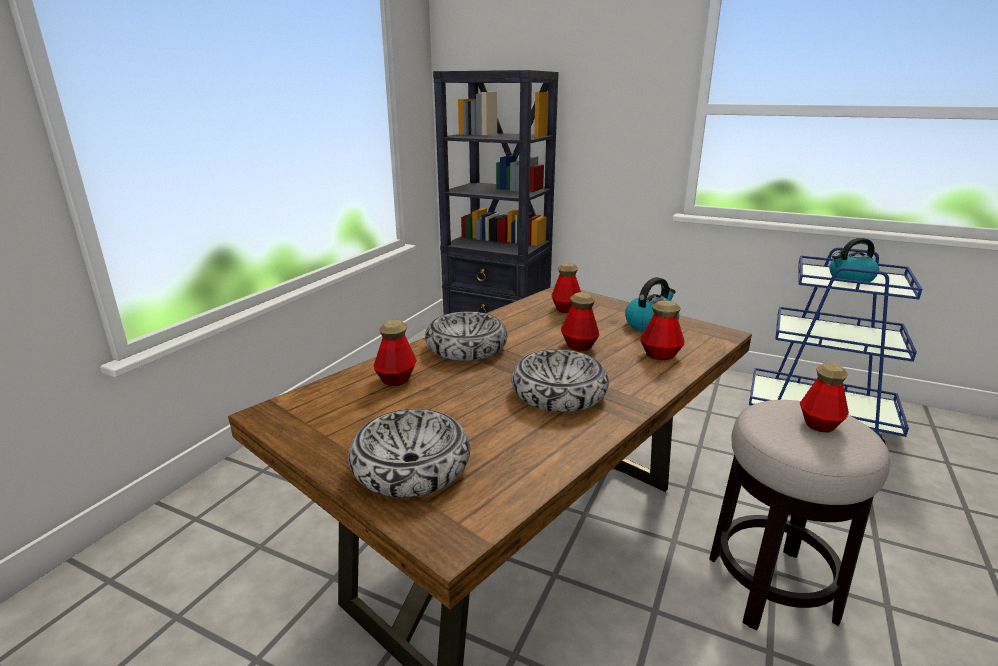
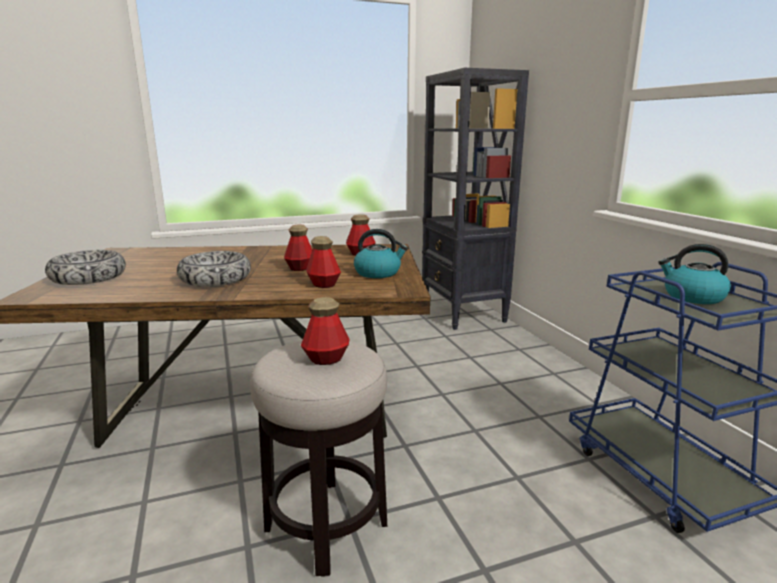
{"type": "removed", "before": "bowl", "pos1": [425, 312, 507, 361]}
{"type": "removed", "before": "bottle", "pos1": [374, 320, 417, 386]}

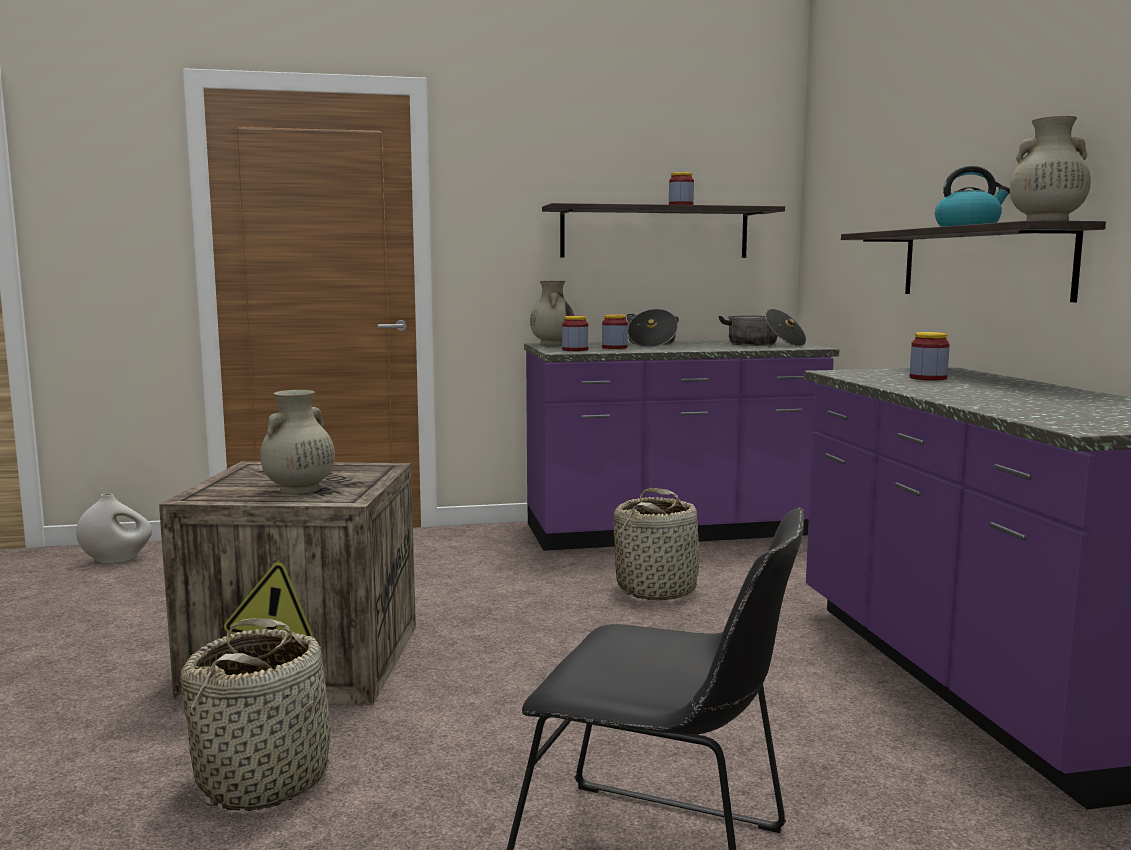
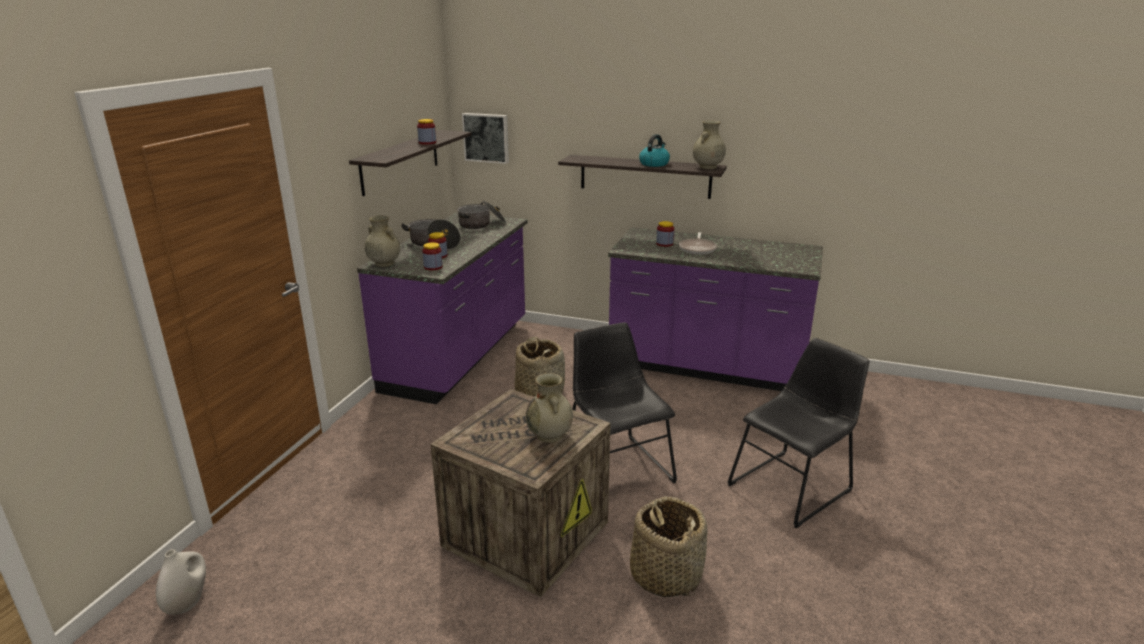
{"type": "added", "after": "picture", "pos2": [462, 113, 509, 164]}
{"type": "added", "after": "frying pan", "pos2": [679, 232, 717, 255]}
{"type": "added", "after": "chair (black)", "pos2": [572, 322, 677, 502]}

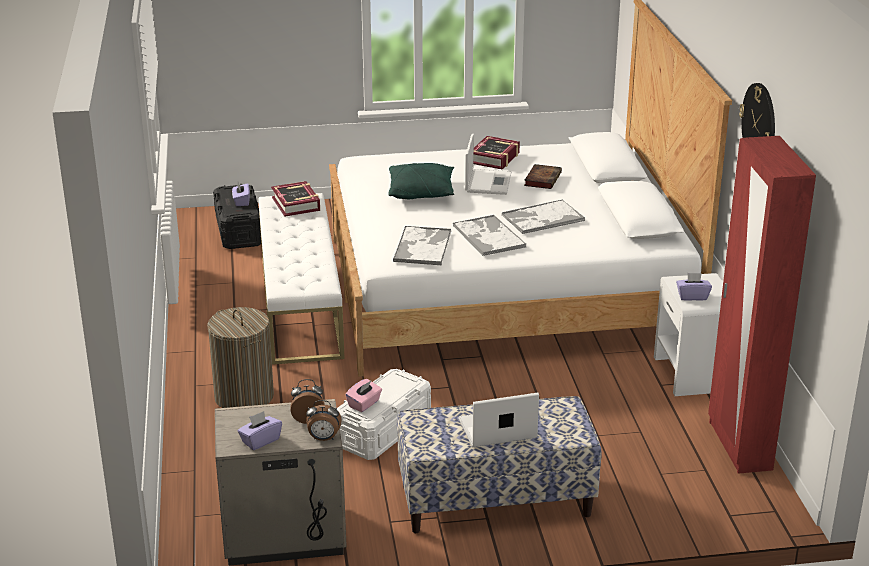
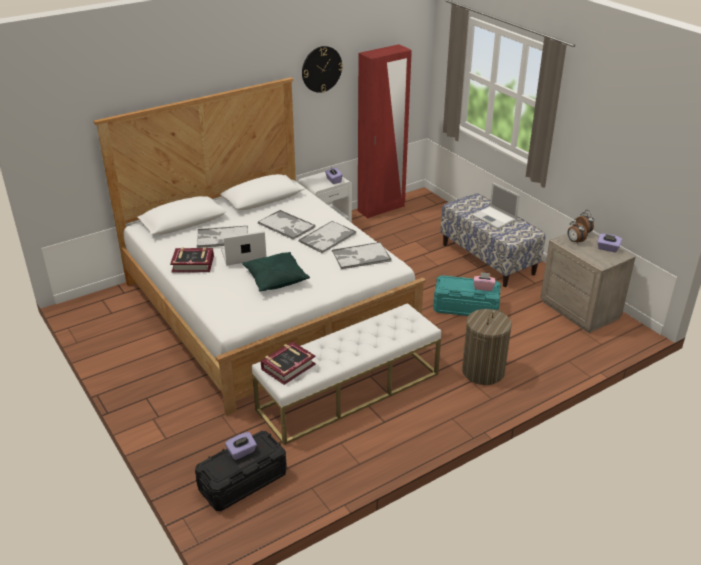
{"type": "replaced", "before": "book", "after": "tray", "pos1": [524, 164, 562, 189], "pos2": [197, 226, 248, 248]}
{"type": "recoloured", "before": "storage box (white)", "after": "storage box (turquoise)", "pos1": [337, 369, 431, 460], "pos2": [433, 275, 501, 316]}

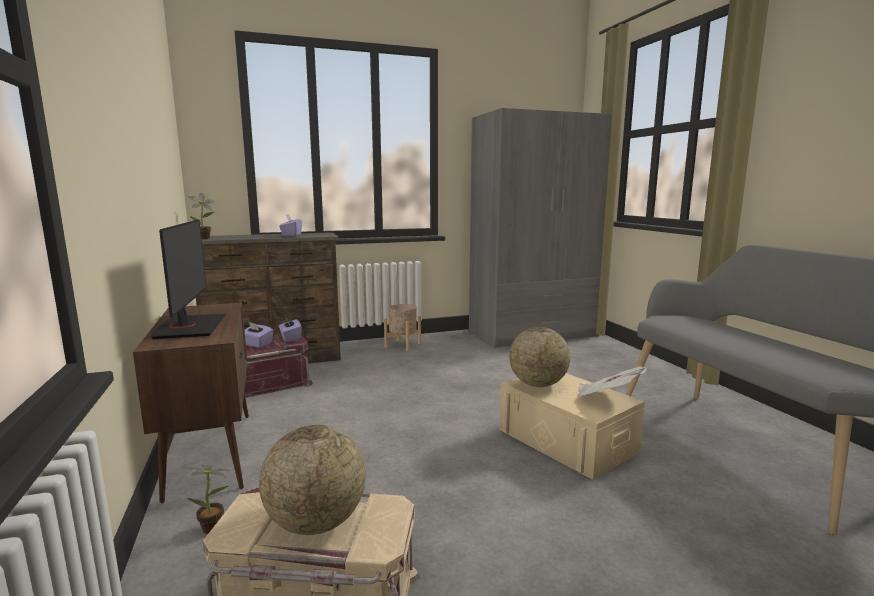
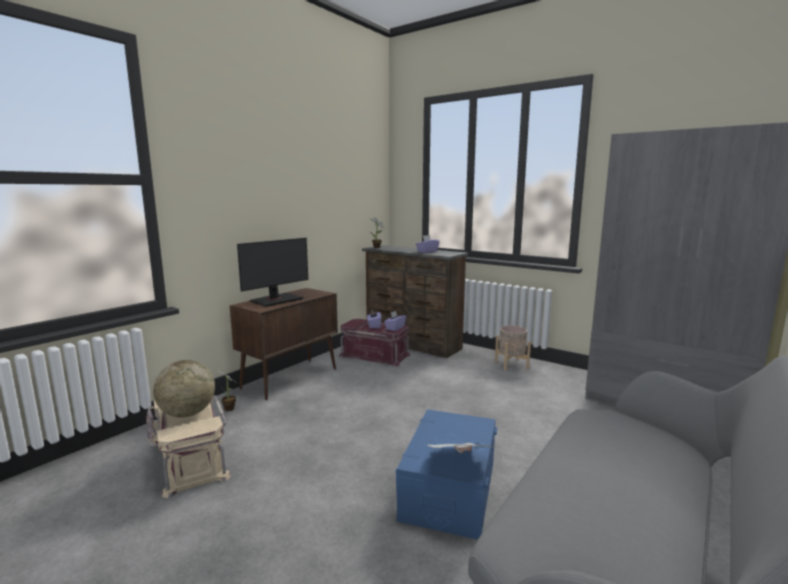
{"type": "removed", "before": "globe", "pos1": [509, 327, 570, 387]}
{"type": "recoloured", "before": "storage box (beige)", "after": "storage box (blue)", "pos1": [500, 373, 645, 480], "pos2": [396, 409, 498, 540]}

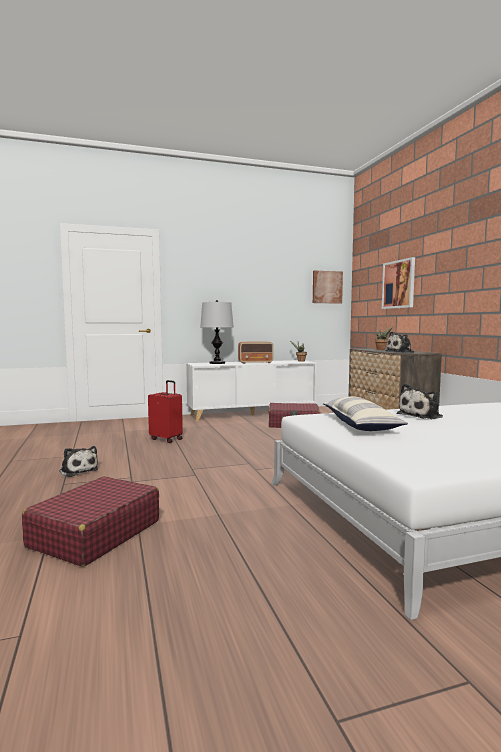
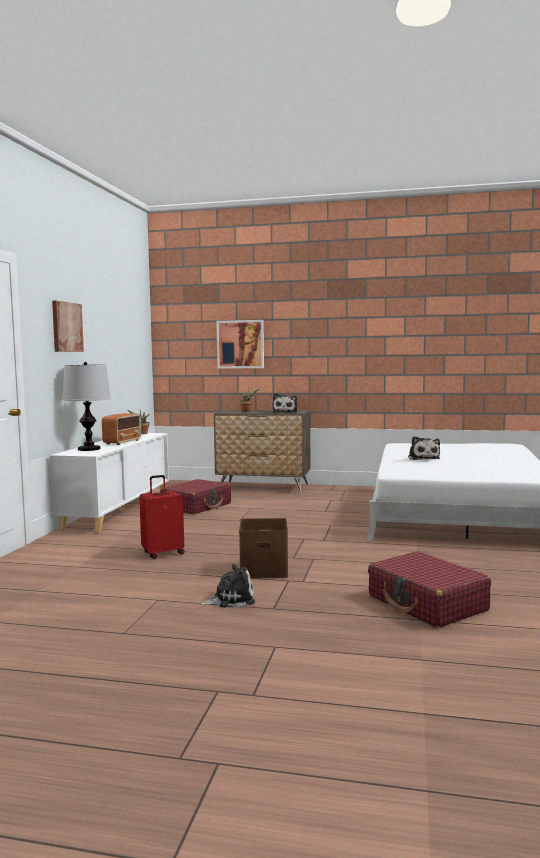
{"type": "moved", "before": "picture", "pos1": [313, 270, 343, 304], "pos2": [52, 301, 84, 352]}
{"type": "removed", "before": "pillow", "pos1": [323, 396, 408, 431]}
{"type": "added", "after": "storage box (brown)", "pos2": [239, 518, 288, 579]}

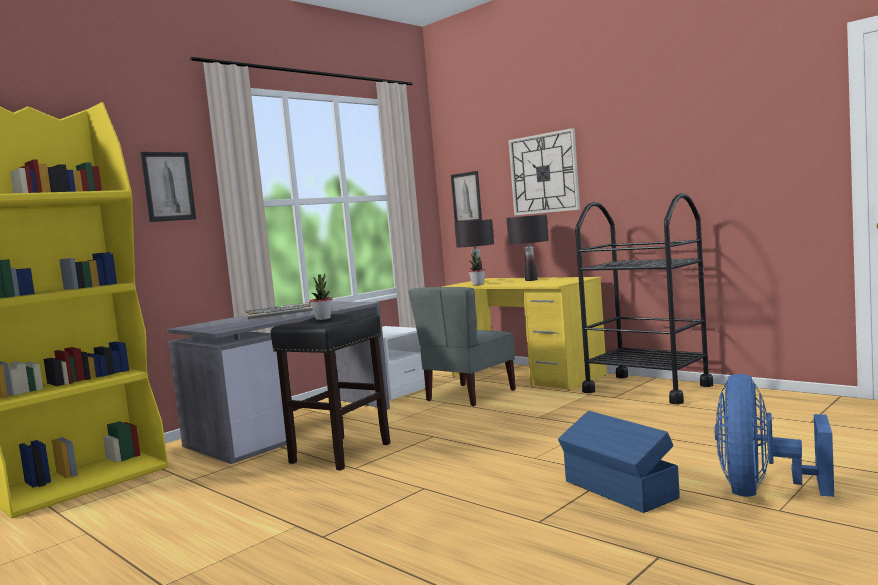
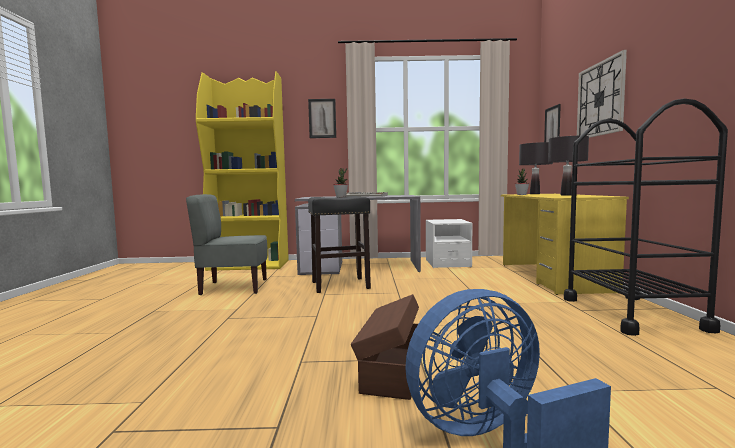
{"type": "moved", "before": "chair (grey)", "pos1": [408, 287, 516, 407], "pos2": [186, 194, 267, 295]}
{"type": "recoloured", "before": "storage box (blue)", "after": "storage box (brown)", "pos1": [558, 411, 680, 513], "pos2": [351, 294, 419, 400]}

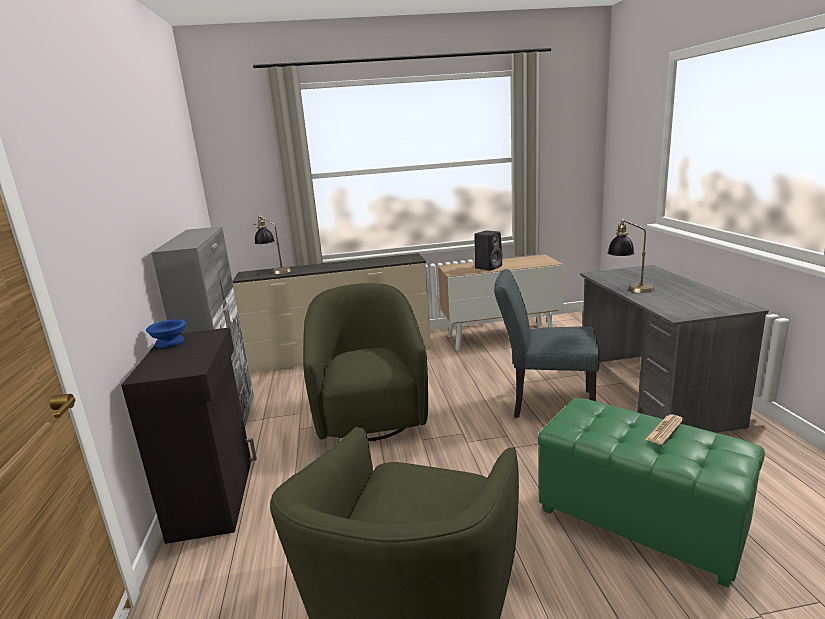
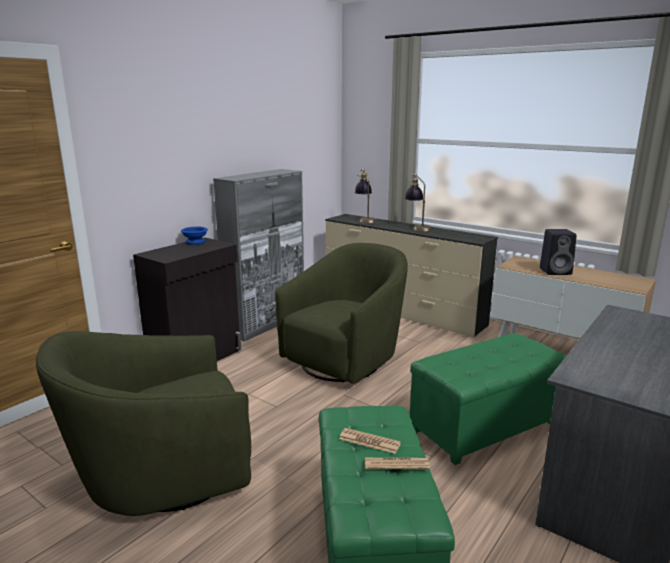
{"type": "moved", "before": "table lamp", "pos1": [607, 219, 654, 293], "pos2": [405, 174, 431, 231]}
{"type": "replaced", "before": "chair (grey)", "after": "ottoman (green)", "pos1": [494, 269, 600, 418], "pos2": [410, 333, 566, 465]}
{"type": "added", "after": "newspaper", "pos2": [339, 428, 401, 454]}

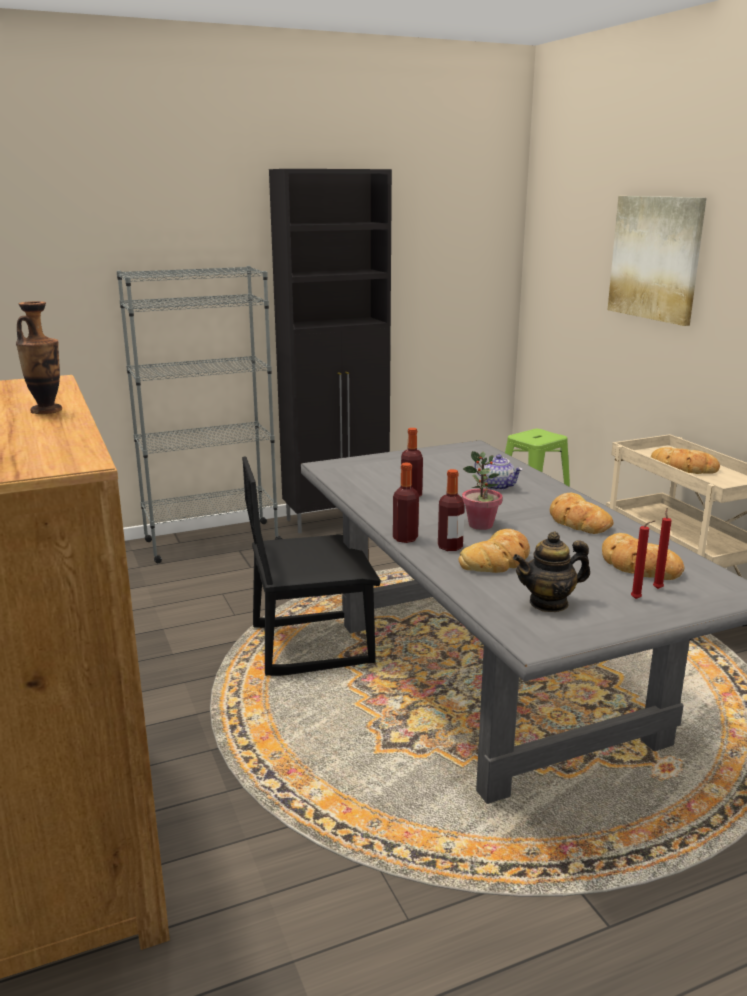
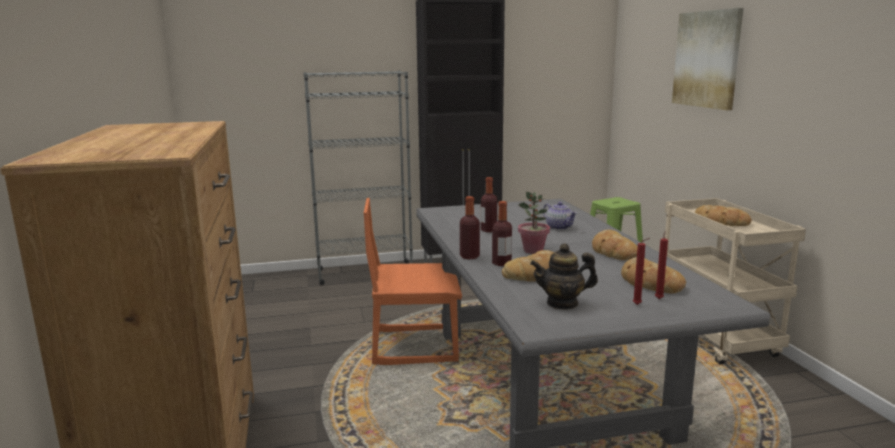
{"type": "removed", "before": "vase", "pos1": [16, 301, 62, 414]}
{"type": "recoloured", "before": "chair (black)", "after": "chair (orange)", "pos1": [242, 456, 381, 676], "pos2": [364, 198, 462, 365]}

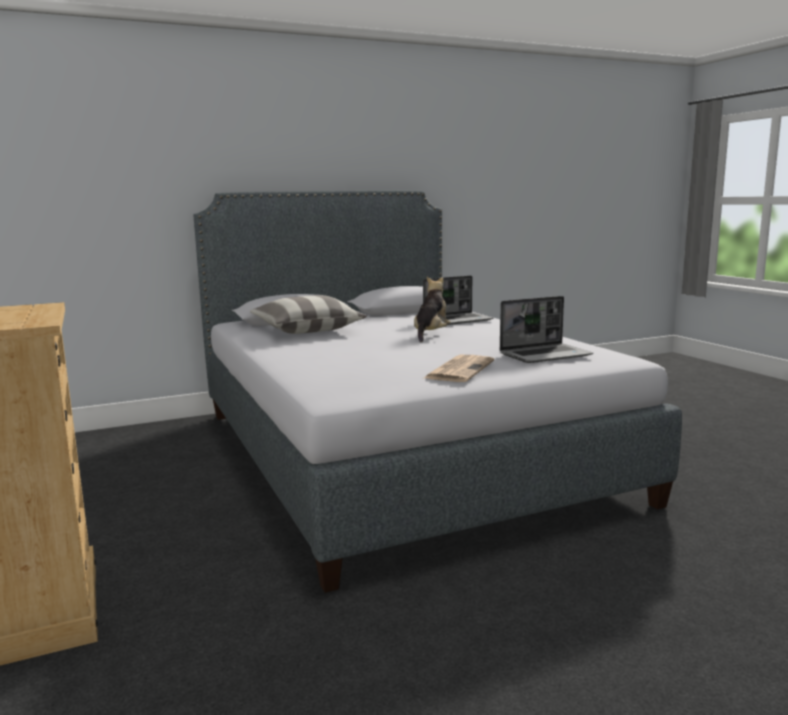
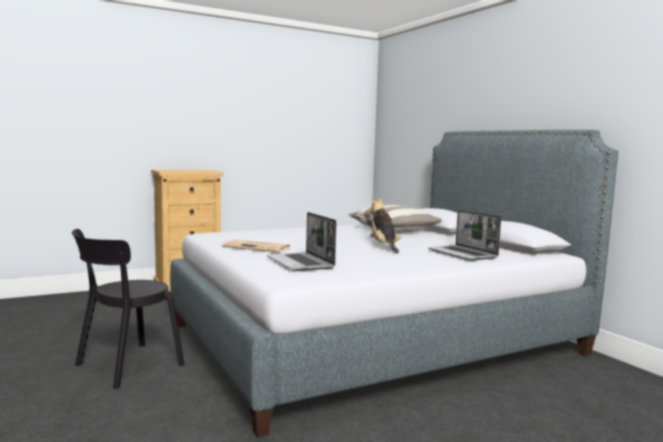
{"type": "turned", "before": "plush toy", "pos1": [414, 277, 451, 342], "pos2": [369, 198, 401, 253], "turn": -120}
{"type": "added", "after": "chair (black)", "pos2": [71, 229, 184, 389]}

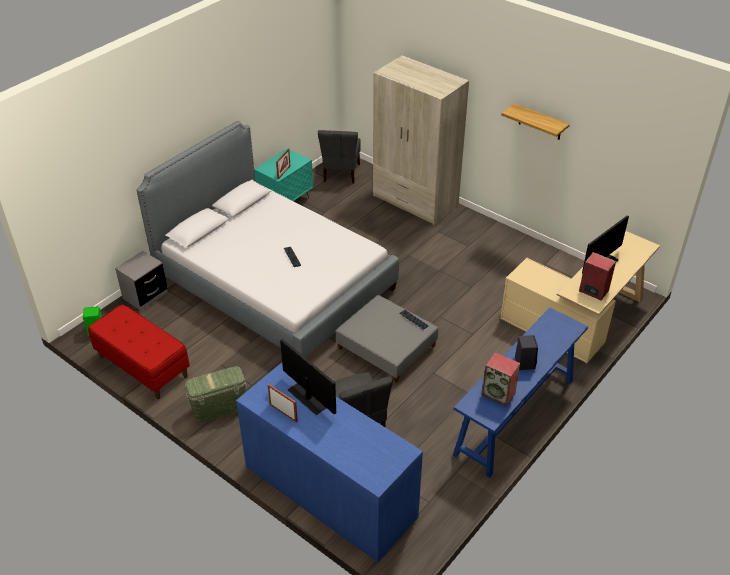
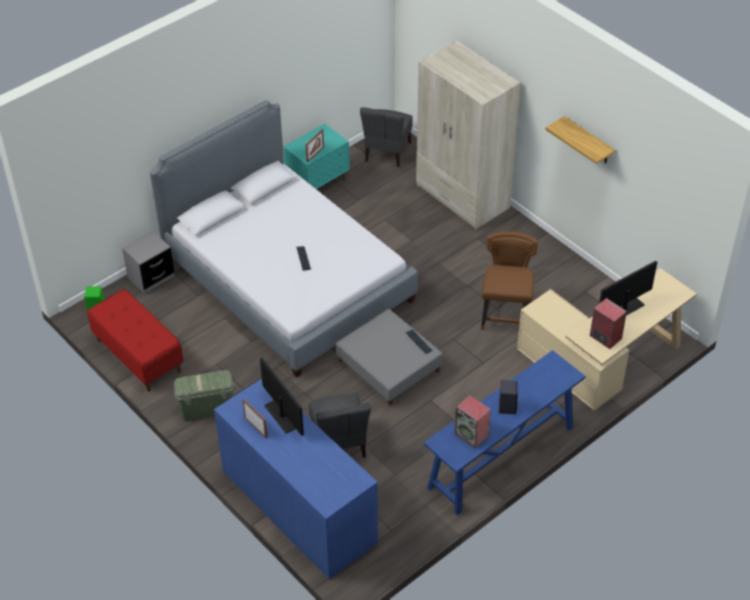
{"type": "added", "after": "chair (brown)", "pos2": [481, 231, 538, 330]}

